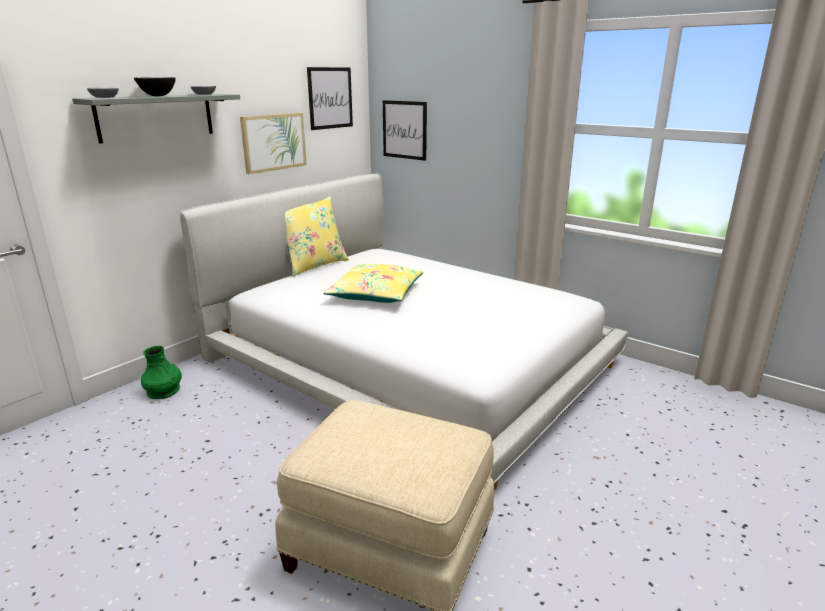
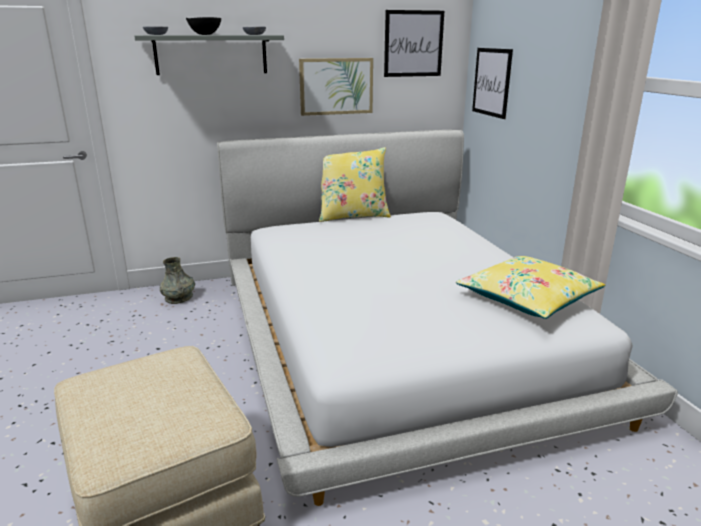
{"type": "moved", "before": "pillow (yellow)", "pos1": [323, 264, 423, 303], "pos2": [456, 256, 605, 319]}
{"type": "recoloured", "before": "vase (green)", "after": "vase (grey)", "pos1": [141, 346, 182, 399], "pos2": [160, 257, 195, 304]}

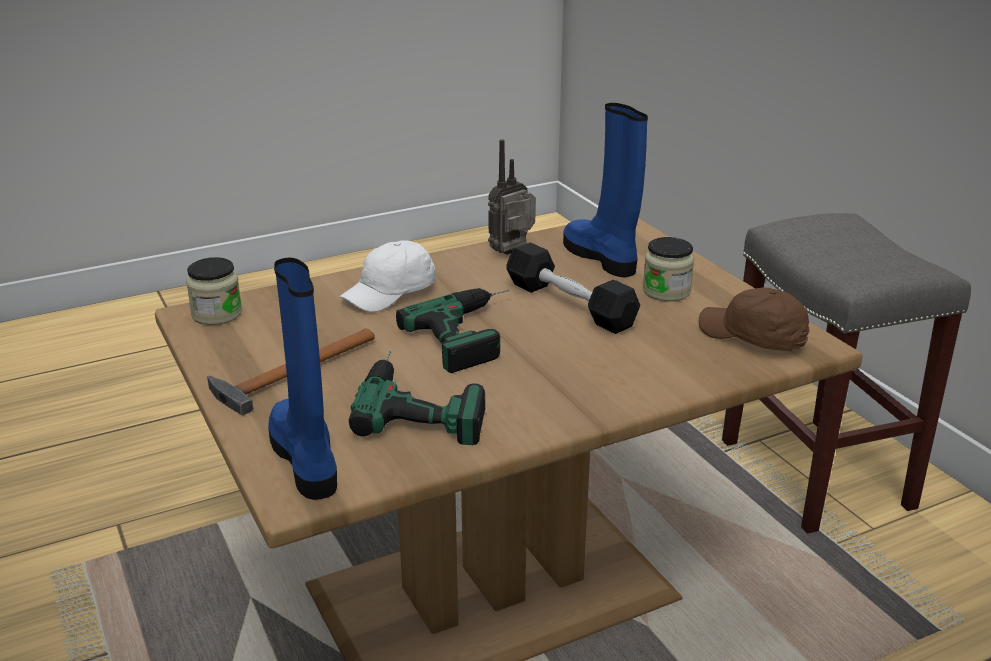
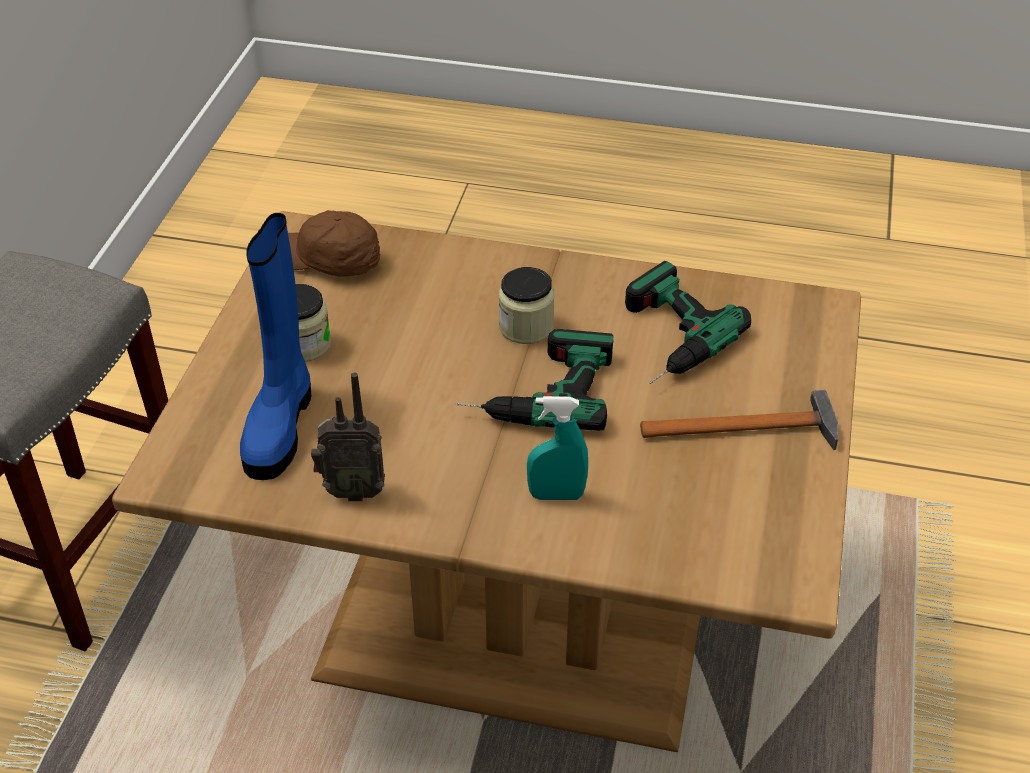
{"type": "replaced", "before": "cap (white)", "after": "spray bottle (turquoise)", "pos1": [339, 240, 435, 313], "pos2": [527, 396, 588, 500]}
{"type": "removed", "before": "dumbbell (black)", "pos1": [506, 243, 640, 334]}
{"type": "moved", "before": "jar", "pos1": [186, 257, 242, 325], "pos2": [499, 267, 554, 344]}
{"type": "removed", "before": "boot (blue)", "pos1": [268, 257, 337, 500]}
{"type": "turned", "before": "cap (brown)", "pos1": [699, 287, 810, 351], "pos2": [288, 210, 380, 277], "turn": 120}

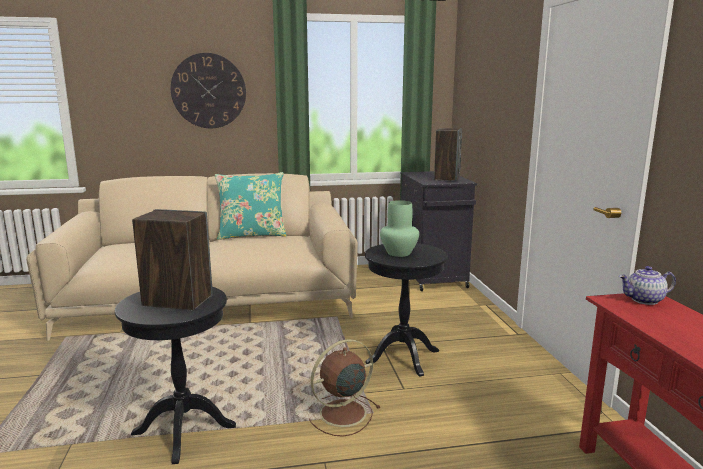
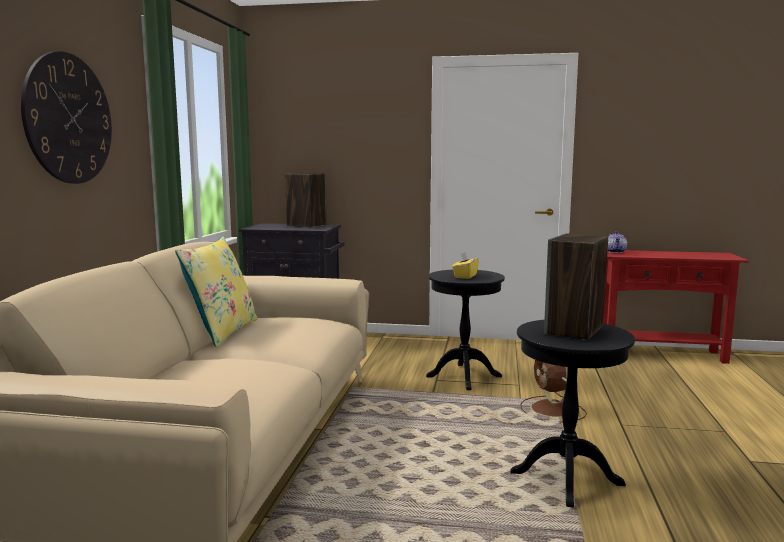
{"type": "recoloured", "before": "pillow (turquoise)", "after": "pillow (yellow)", "pos1": [215, 172, 287, 240], "pos2": [175, 236, 257, 347]}
{"type": "replaced", "before": "vase (green)", "after": "tissue box (yellow)", "pos1": [380, 200, 419, 257], "pos2": [452, 252, 479, 279]}

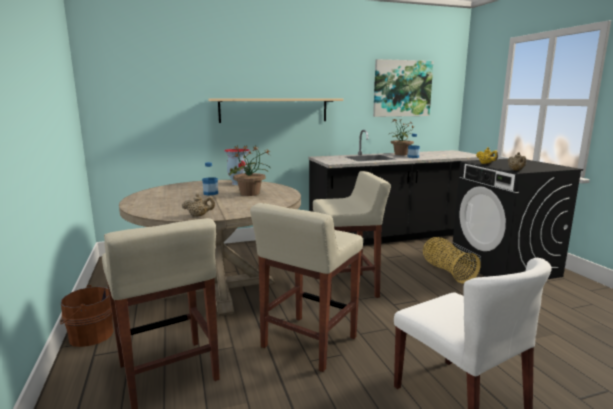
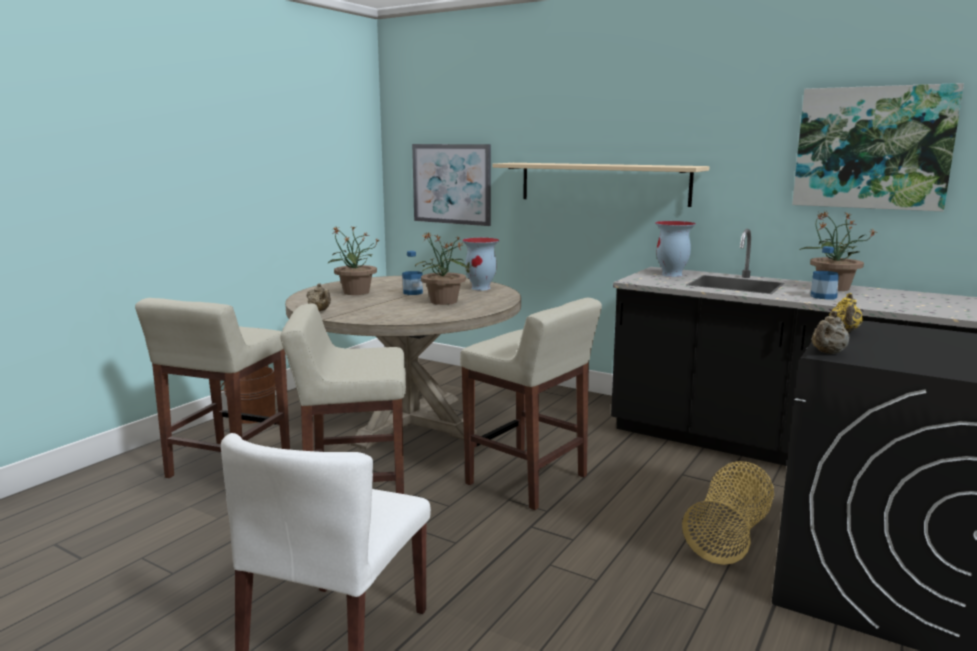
{"type": "added", "after": "picture", "pos2": [412, 144, 491, 226]}
{"type": "added", "after": "vase", "pos2": [655, 221, 696, 277]}
{"type": "added", "after": "potted plant", "pos2": [327, 226, 378, 295]}

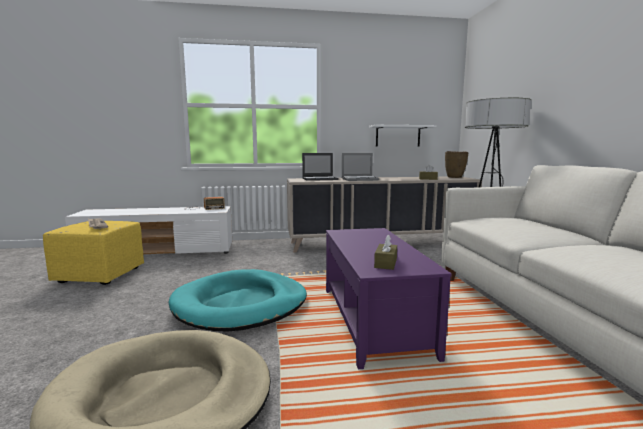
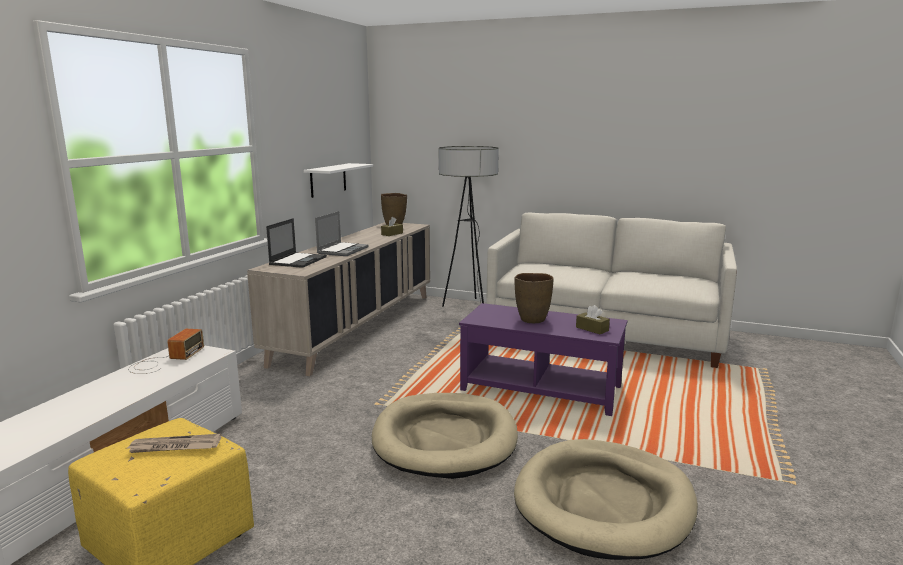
{"type": "recoloured", "before": "dog bed (turquoise)", "after": "dog bed (beige)", "pos1": [168, 269, 307, 332], "pos2": [372, 393, 518, 479]}
{"type": "added", "after": "vase (brown)", "pos2": [514, 273, 554, 323]}

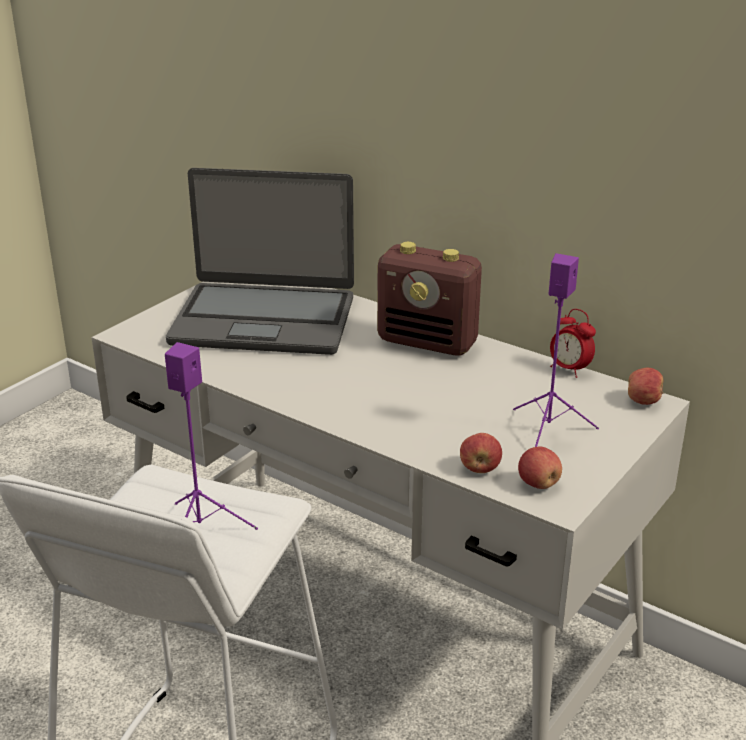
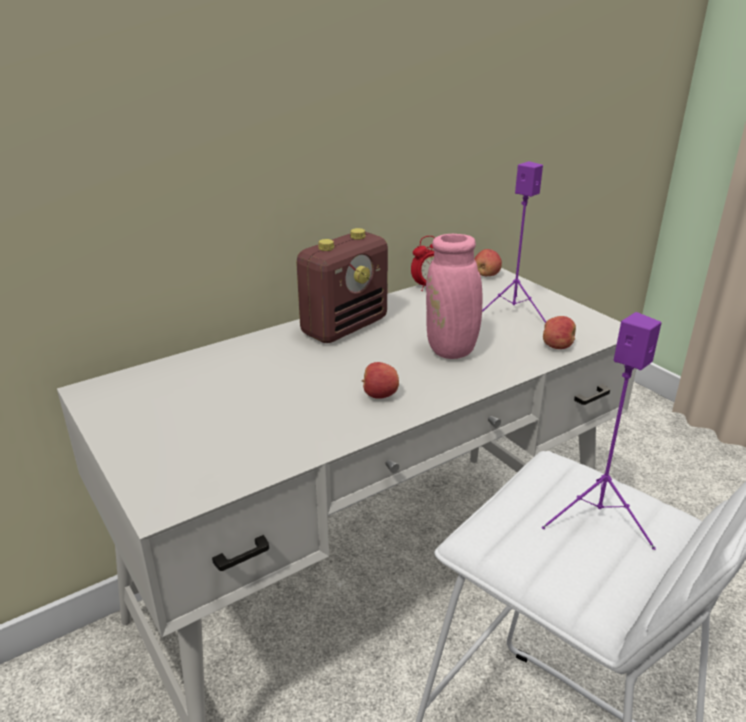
{"type": "removed", "before": "laptop", "pos1": [166, 168, 354, 355]}
{"type": "moved", "before": "apple", "pos1": [518, 446, 562, 489], "pos2": [362, 362, 399, 399]}
{"type": "added", "after": "vase (pink)", "pos2": [426, 234, 550, 359]}

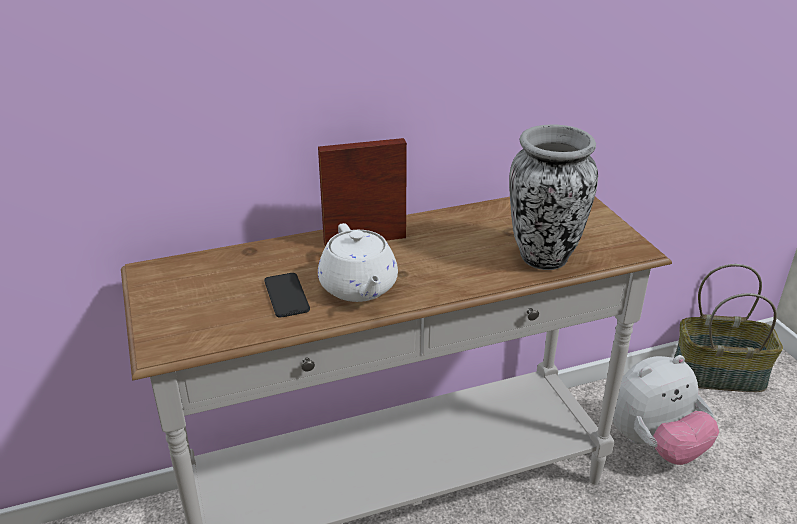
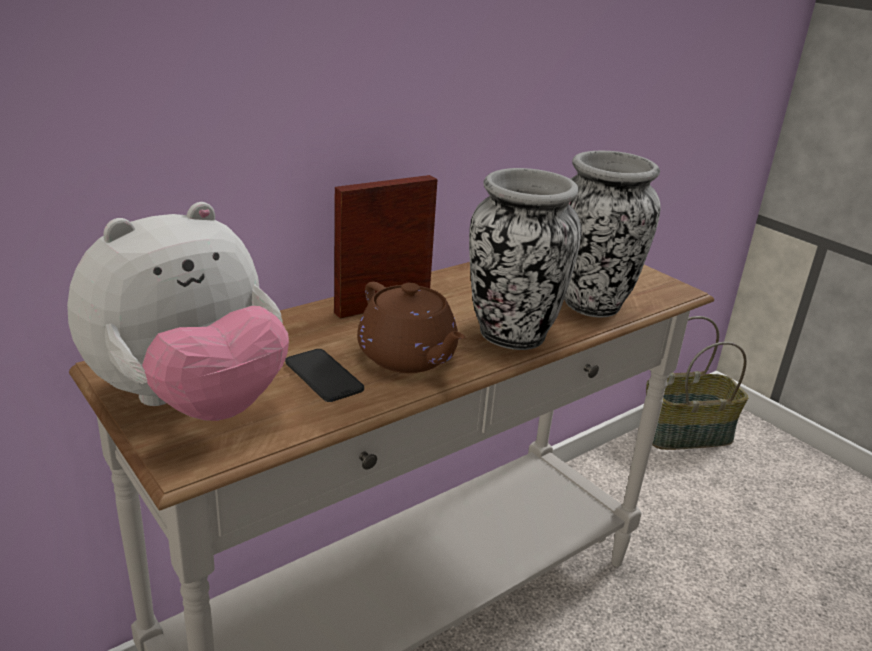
{"type": "recoloured", "before": "teapot (white)", "after": "teapot (brown)", "pos1": [318, 223, 398, 302], "pos2": [357, 282, 466, 373]}
{"type": "moved", "before": "plush toy", "pos1": [613, 355, 719, 465], "pos2": [67, 202, 289, 421]}
{"type": "added", "after": "vase", "pos2": [469, 168, 582, 350]}

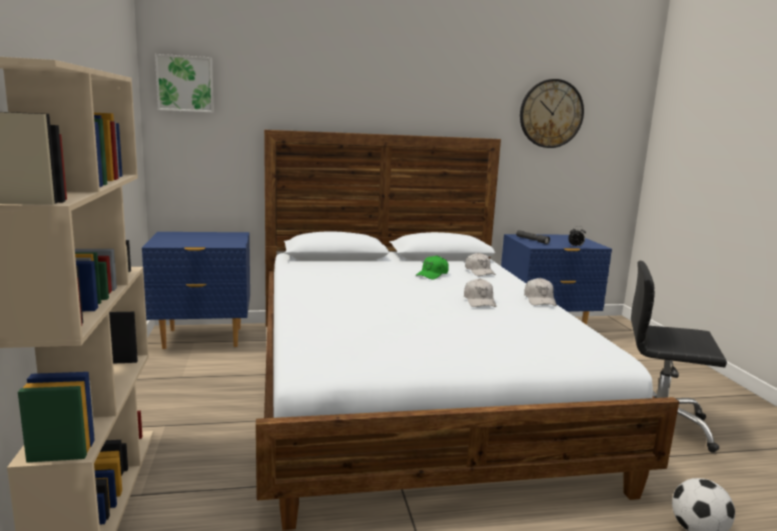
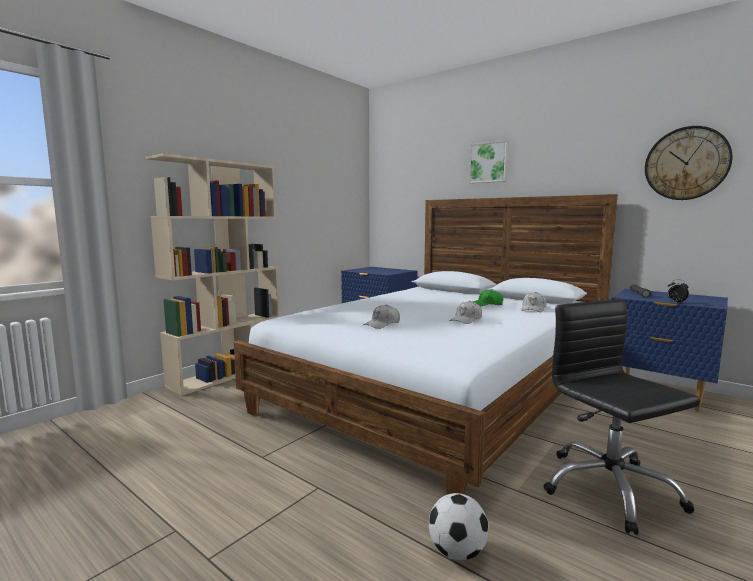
{"type": "moved", "before": "picture", "pos1": [155, 54, 214, 113], "pos2": [469, 140, 509, 183]}
{"type": "moved", "before": "cap (white)", "pos1": [524, 278, 557, 306], "pos2": [363, 304, 400, 329]}

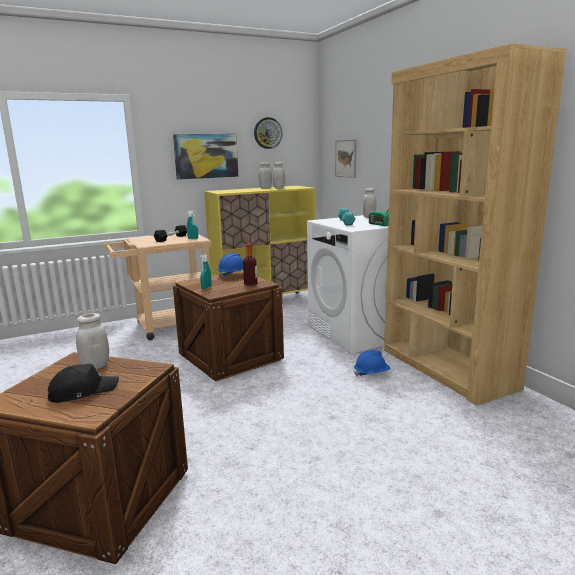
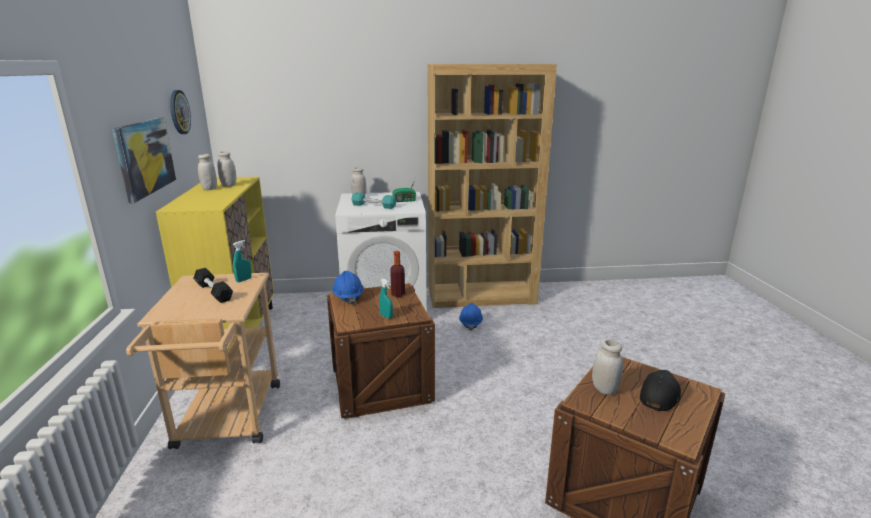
{"type": "removed", "before": "picture", "pos1": [335, 139, 357, 178]}
{"type": "turned", "before": "cap (black)", "pos1": [48, 364, 119, 403], "pos2": [640, 370, 681, 411], "turn": 45}

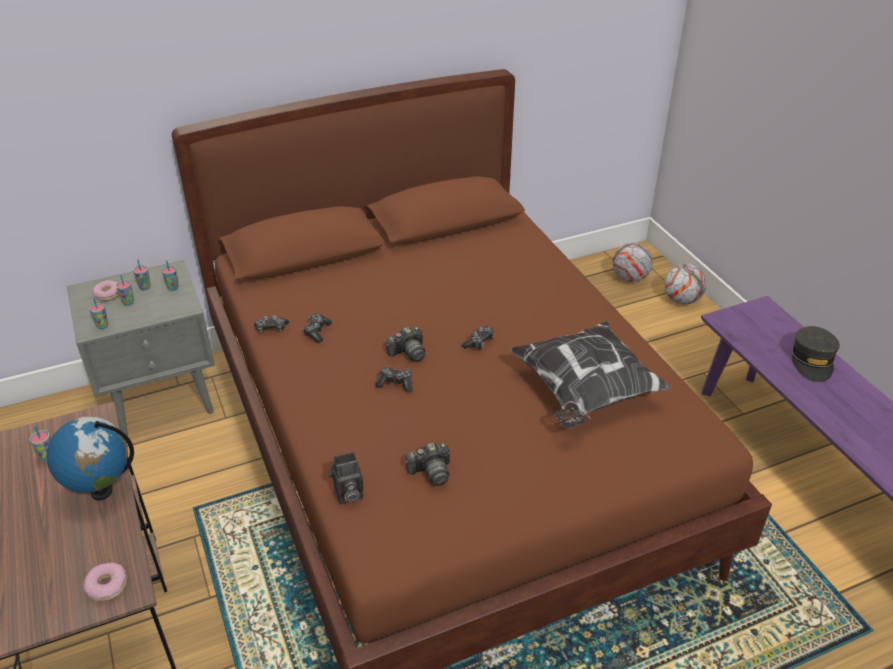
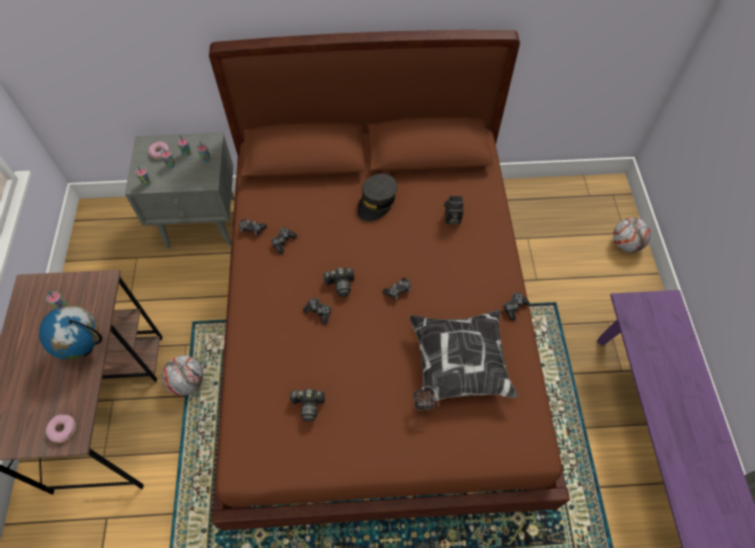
{"type": "moved", "before": "football", "pos1": [613, 243, 653, 282], "pos2": [162, 356, 203, 396]}
{"type": "moved", "before": "cap (grey)", "pos1": [792, 326, 840, 382], "pos2": [357, 174, 397, 221]}
{"type": "moved", "before": "photo camera", "pos1": [328, 452, 363, 504], "pos2": [444, 196, 464, 224]}
{"type": "added", "after": "game controller", "pos2": [503, 292, 529, 321]}

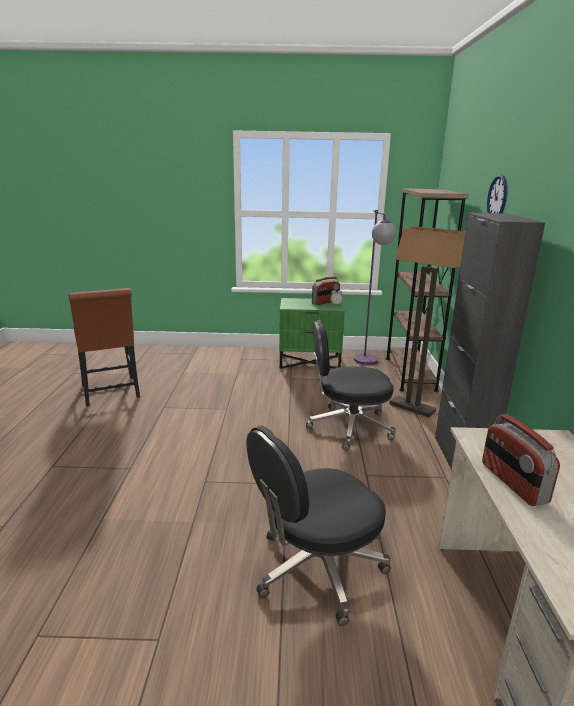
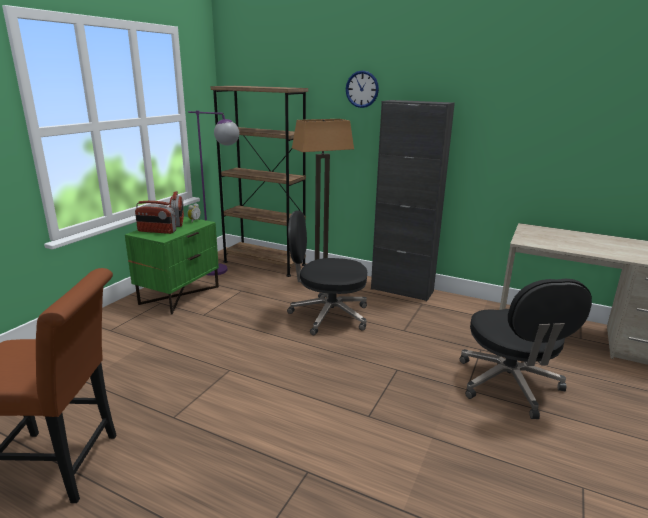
{"type": "turned", "before": "office chair (black)", "pos1": [306, 320, 396, 450], "pos2": [287, 210, 367, 335], "turn": 75}
{"type": "moved", "before": "radio", "pos1": [482, 414, 560, 506], "pos2": [135, 201, 176, 234]}

